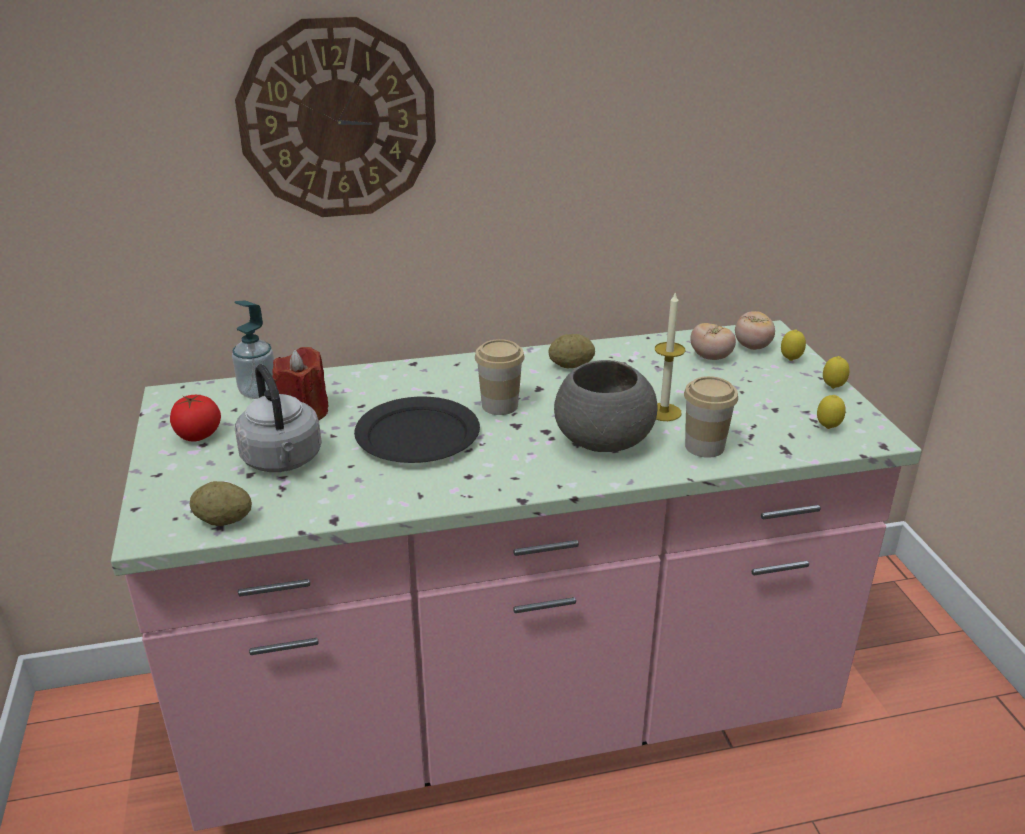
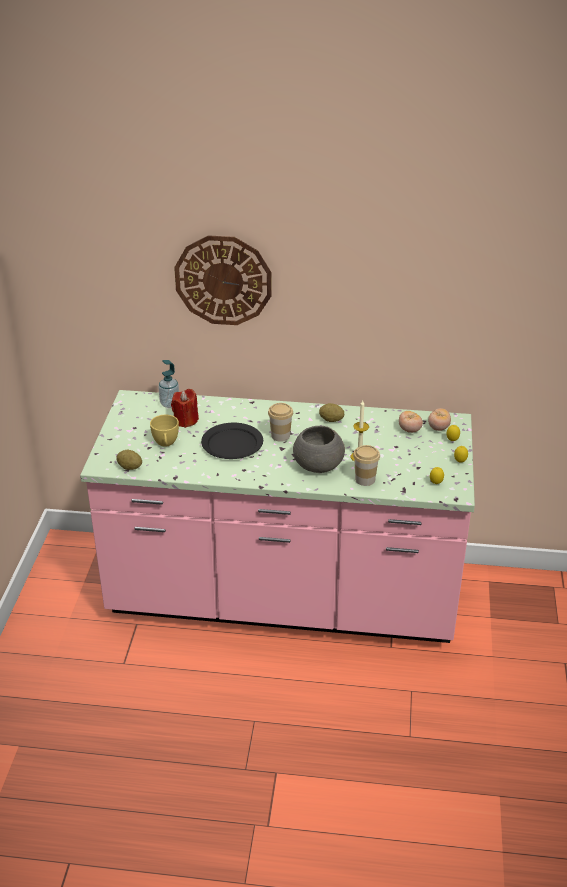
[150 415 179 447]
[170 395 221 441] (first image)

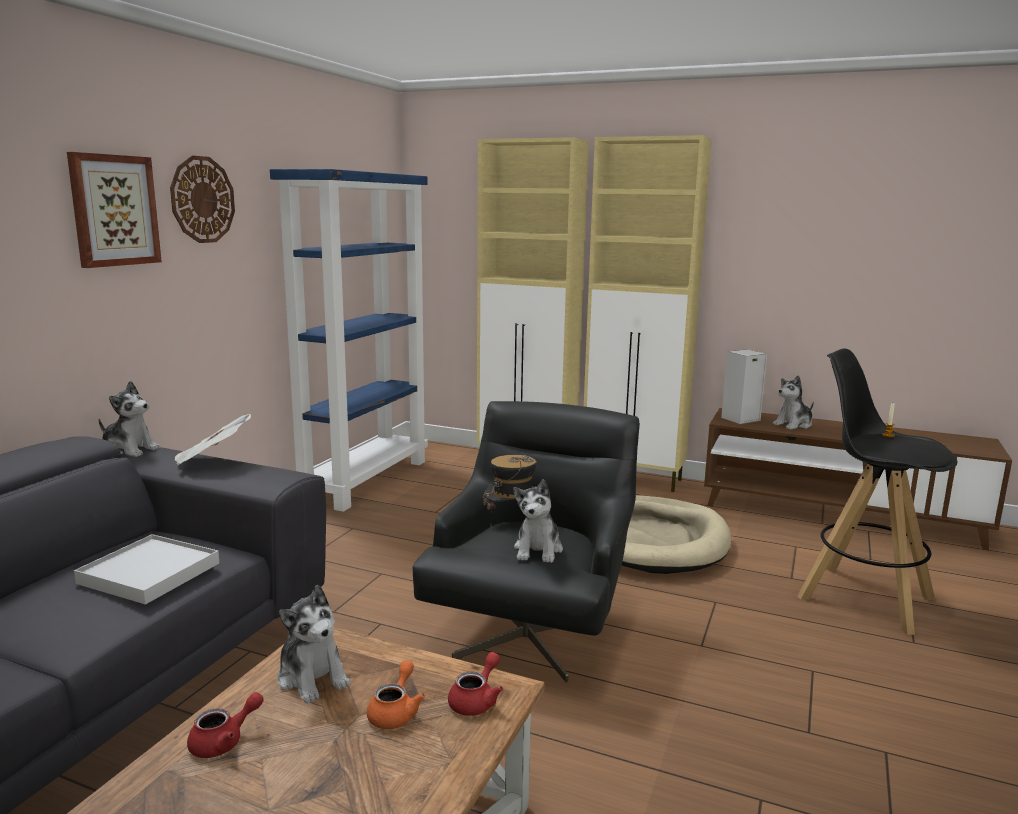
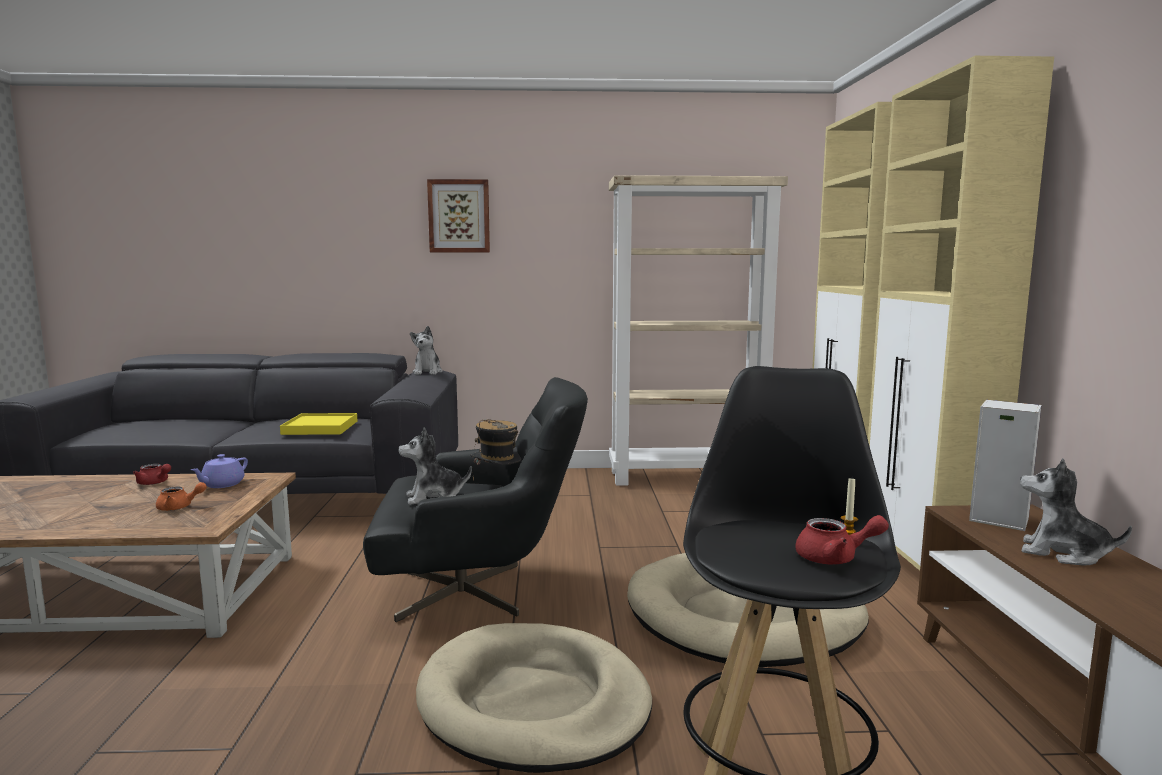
[191 454 248 488]
[280 413 357 435]
[416 623 652 773]
[609 175 788 486]
[795 515 889 565]
[170 156 235 243] (first image)
[175 414 251 465] (first image)

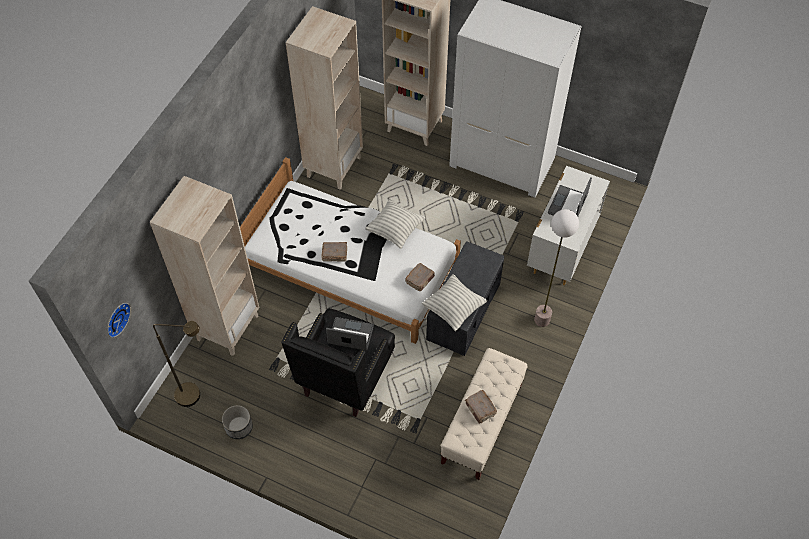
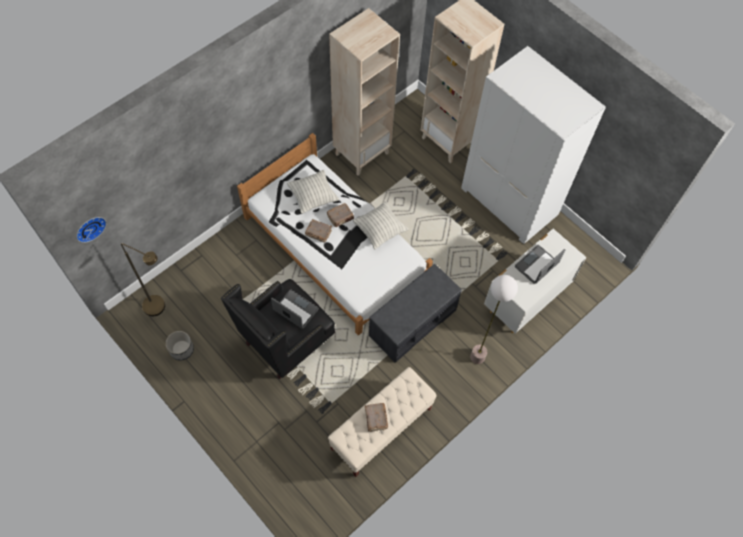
[287 170 339 214]
[327 203 354 227]
[150 176 259 356] (first image)

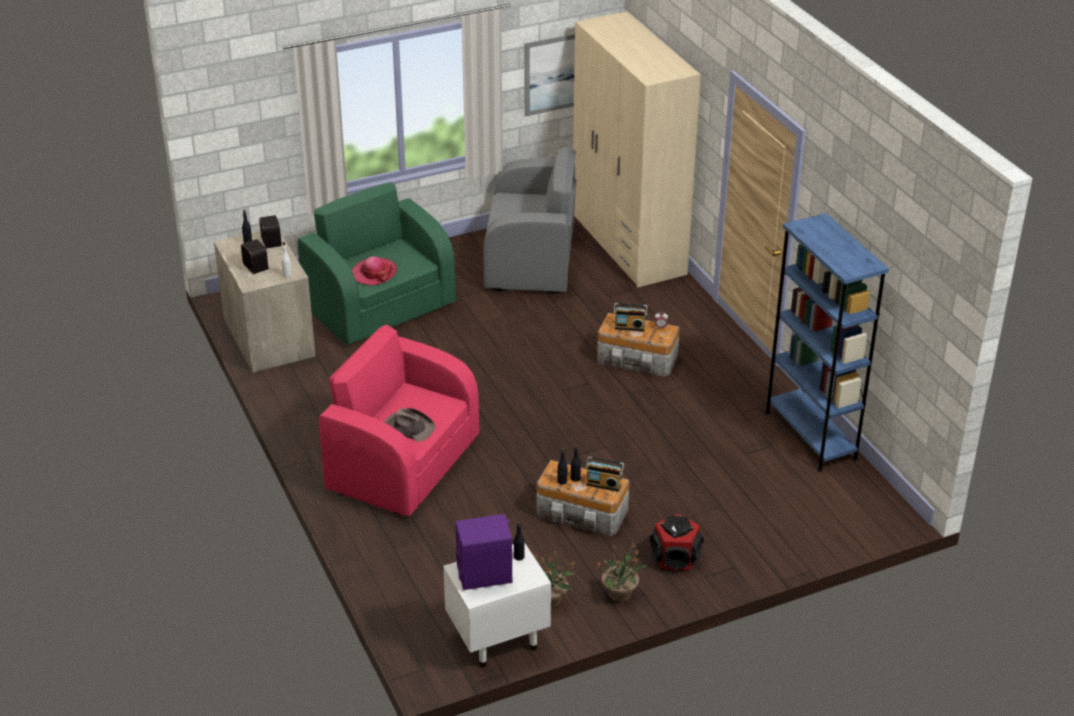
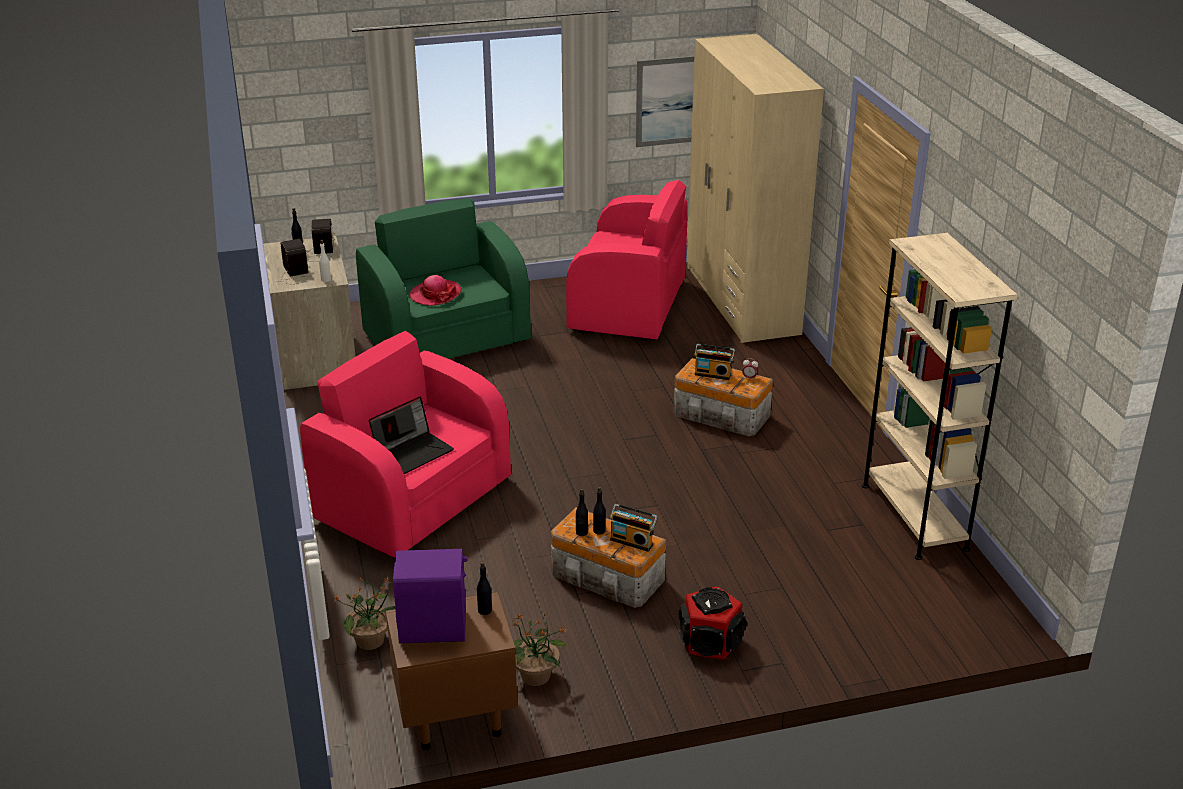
[333 577 396 650]
[369 396 454 474]
[386 592 517 751]
[566 180 688 341]
[862 233 1018 560]

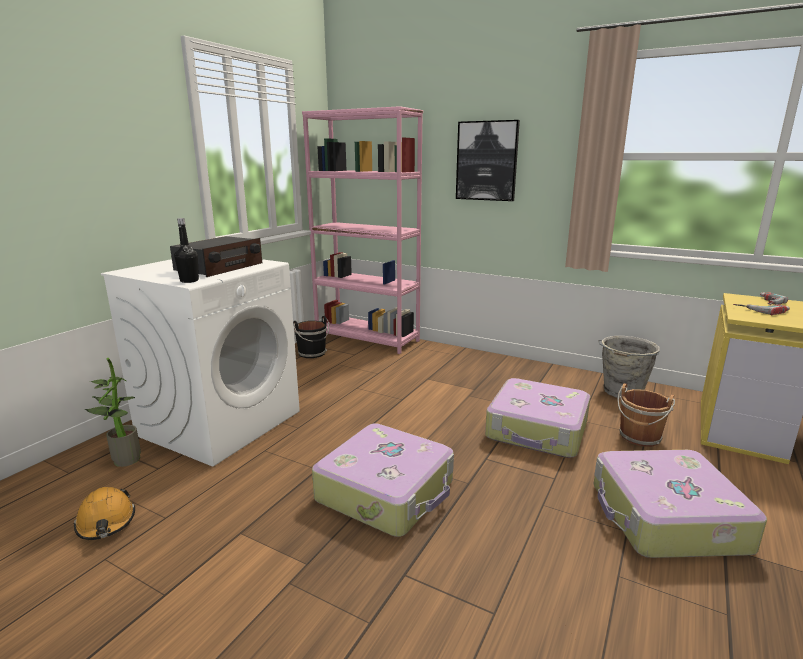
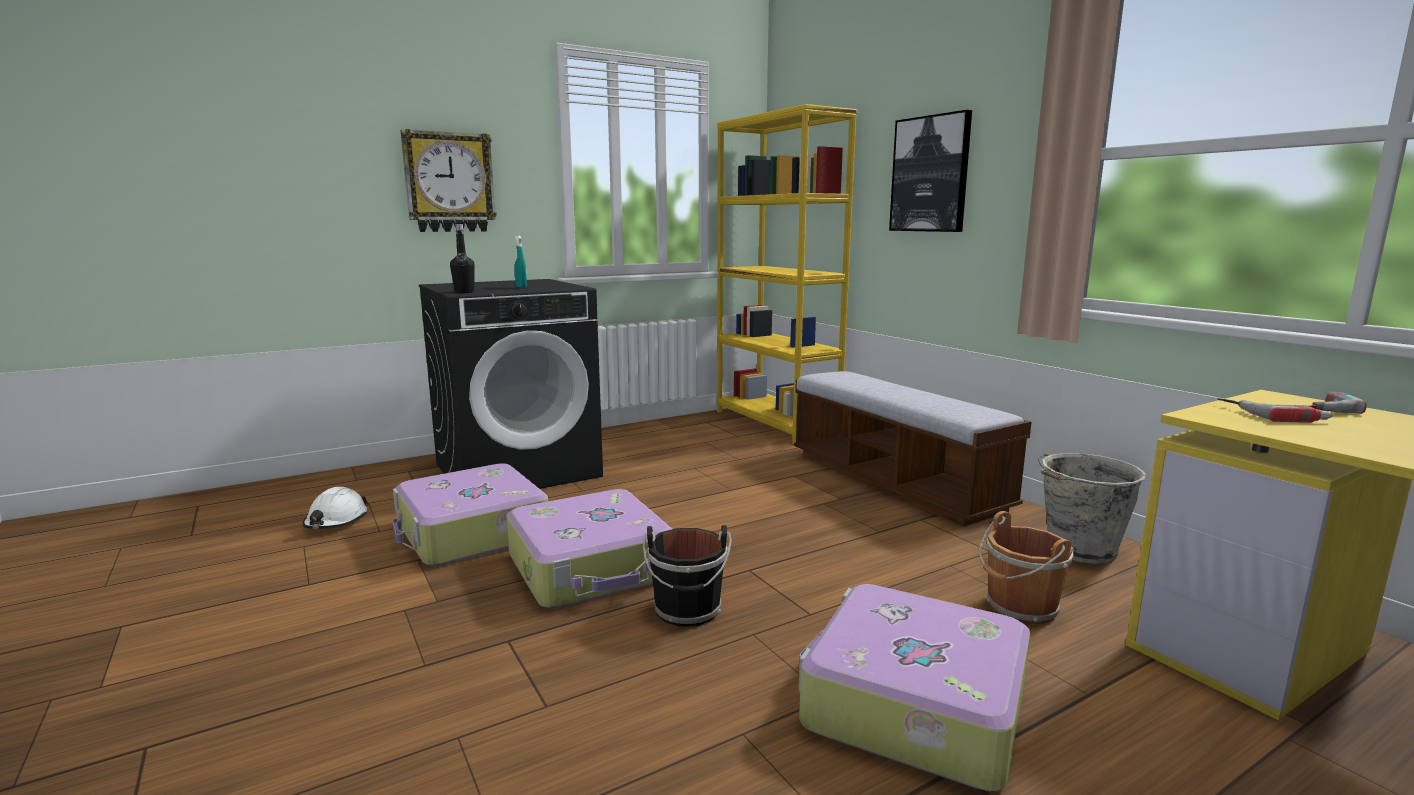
[303 487 369 529]
[393 463 548 566]
[400 129 497 232]
[419 279 603 489]
[515 235 527 288]
[643 525 732 627]
[717 104 857 444]
[794 371 1032 527]
[85 358 141 467] (first image)

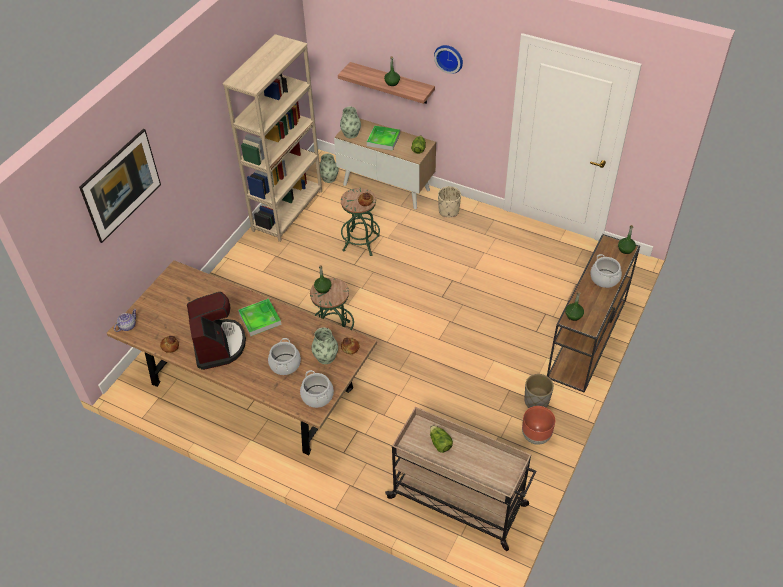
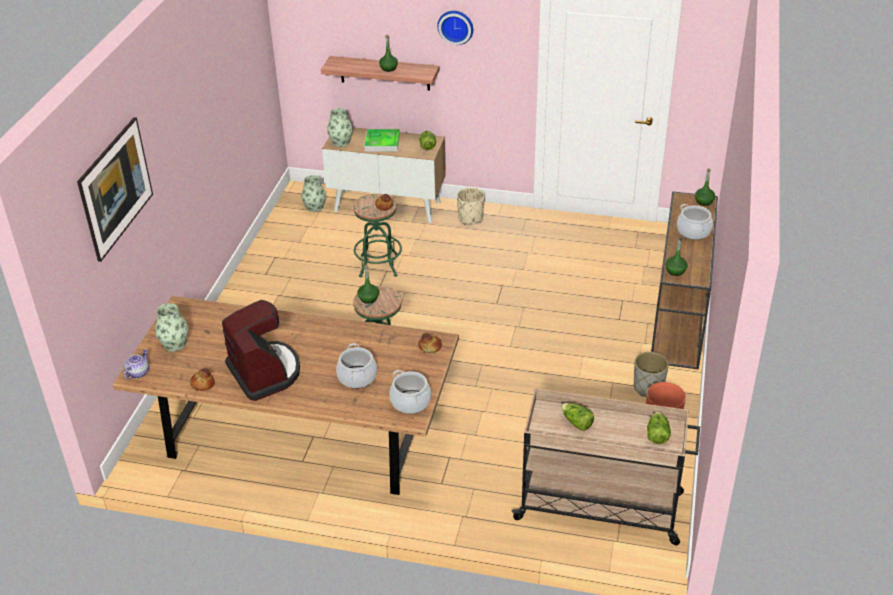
[155 303 189 351]
[647 411 671 444]
[223 34 322 242] (first image)
[238 298 281 336] (first image)

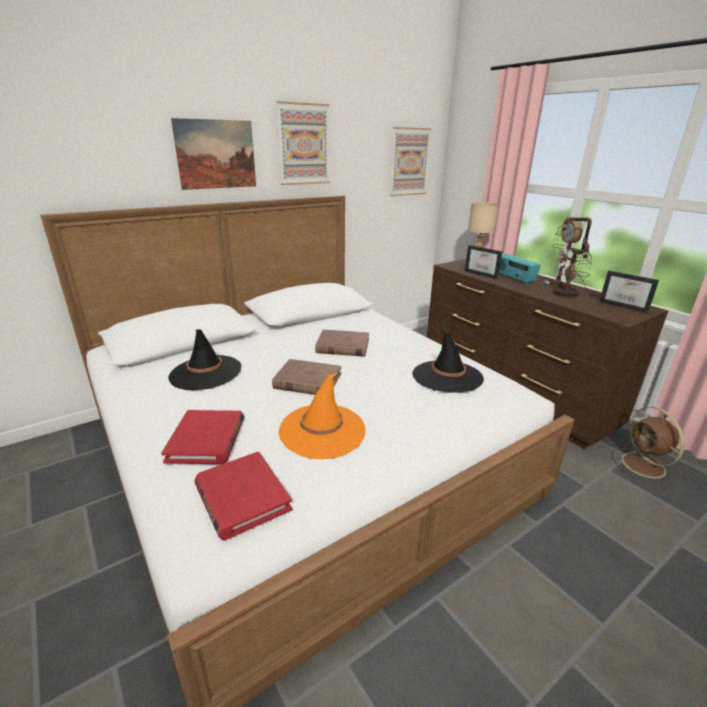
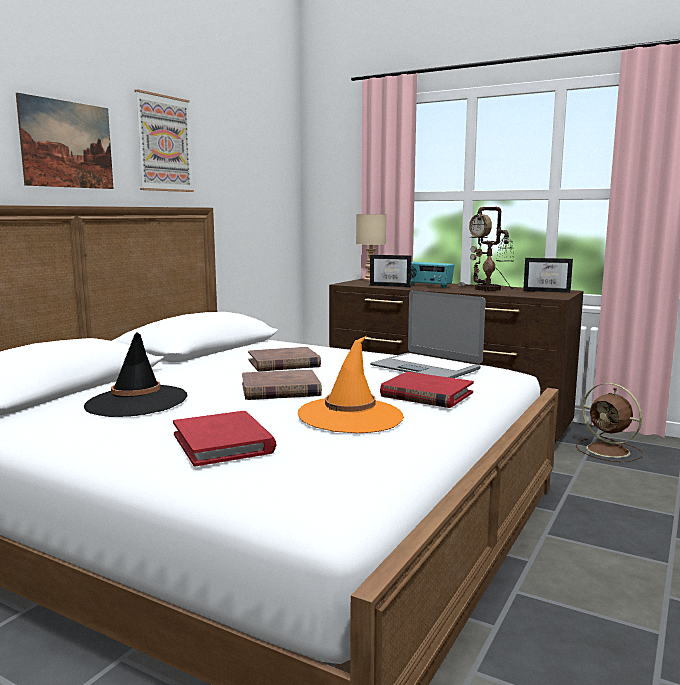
[370 290 486 378]
[380 372 474 408]
[390 127 432 196] (first image)

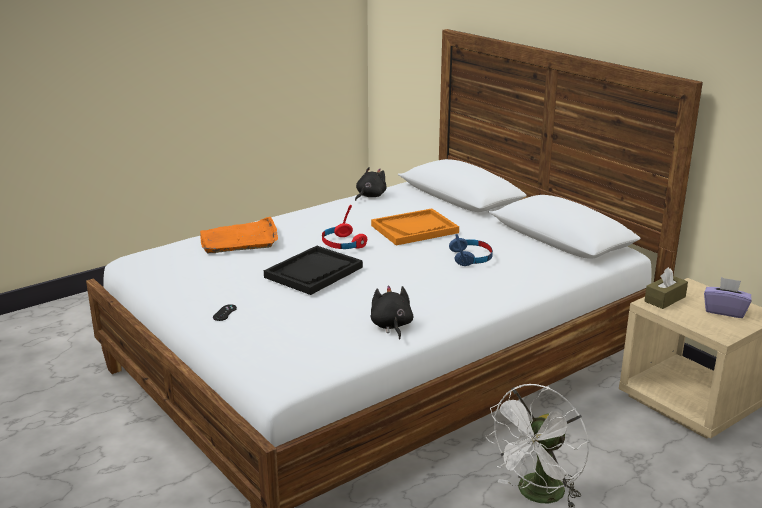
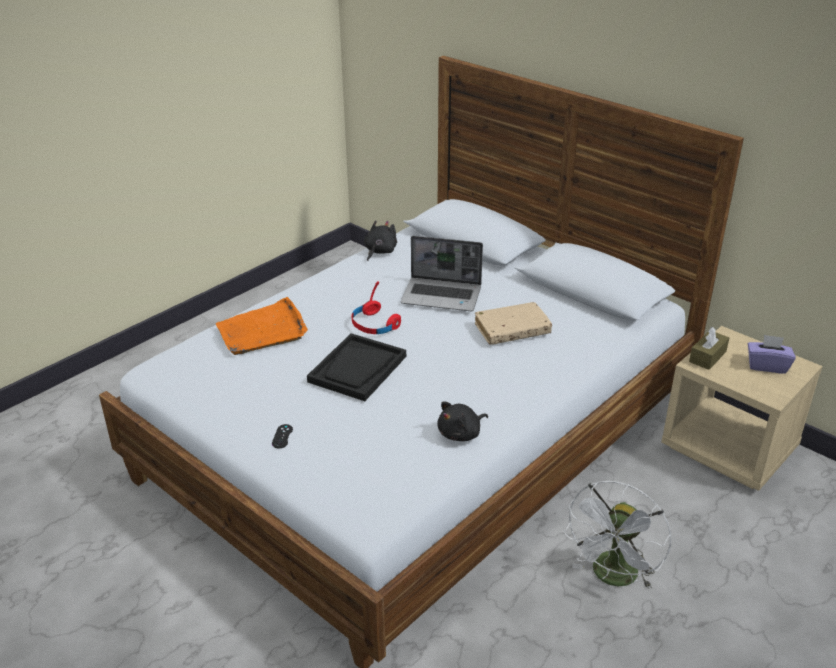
[401 236 483 311]
[437 401 488 441]
[475 302 552 345]

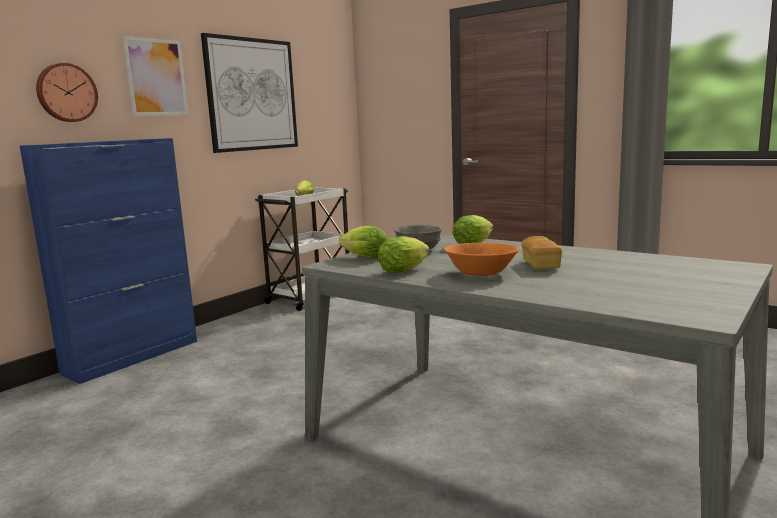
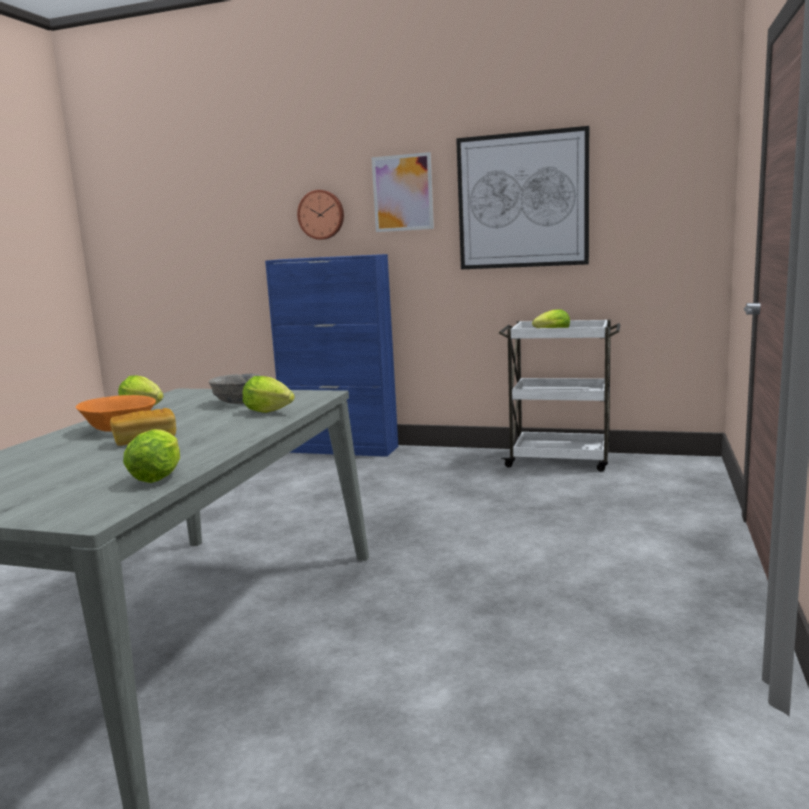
[123 429 180 483]

